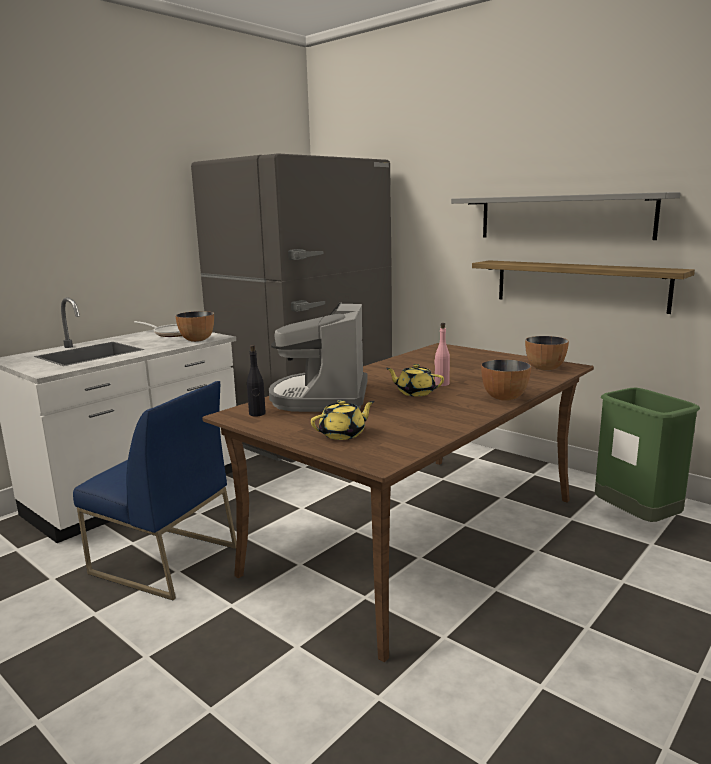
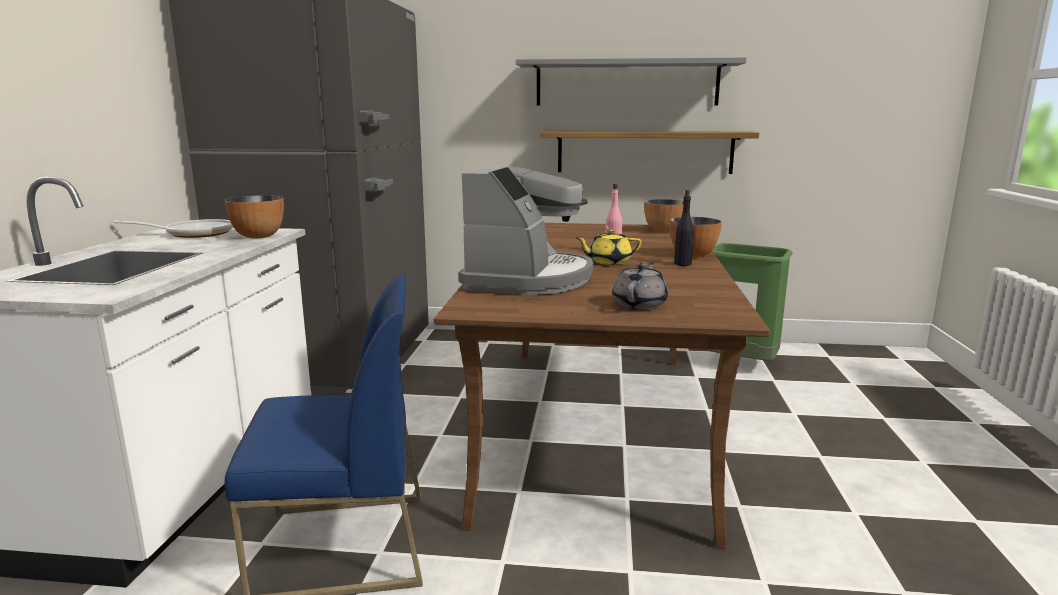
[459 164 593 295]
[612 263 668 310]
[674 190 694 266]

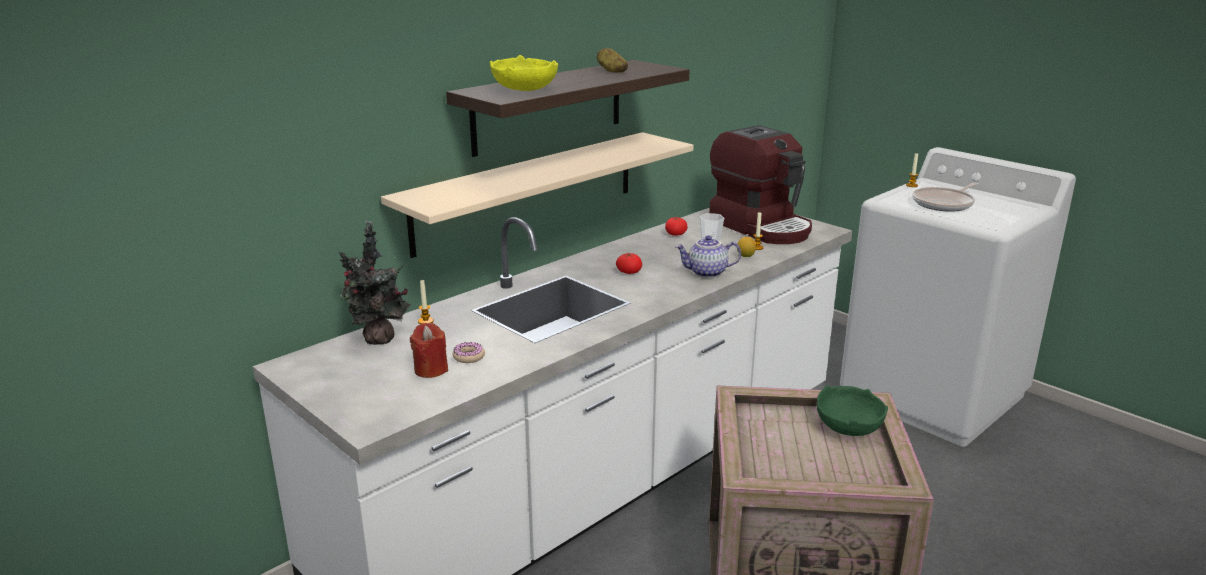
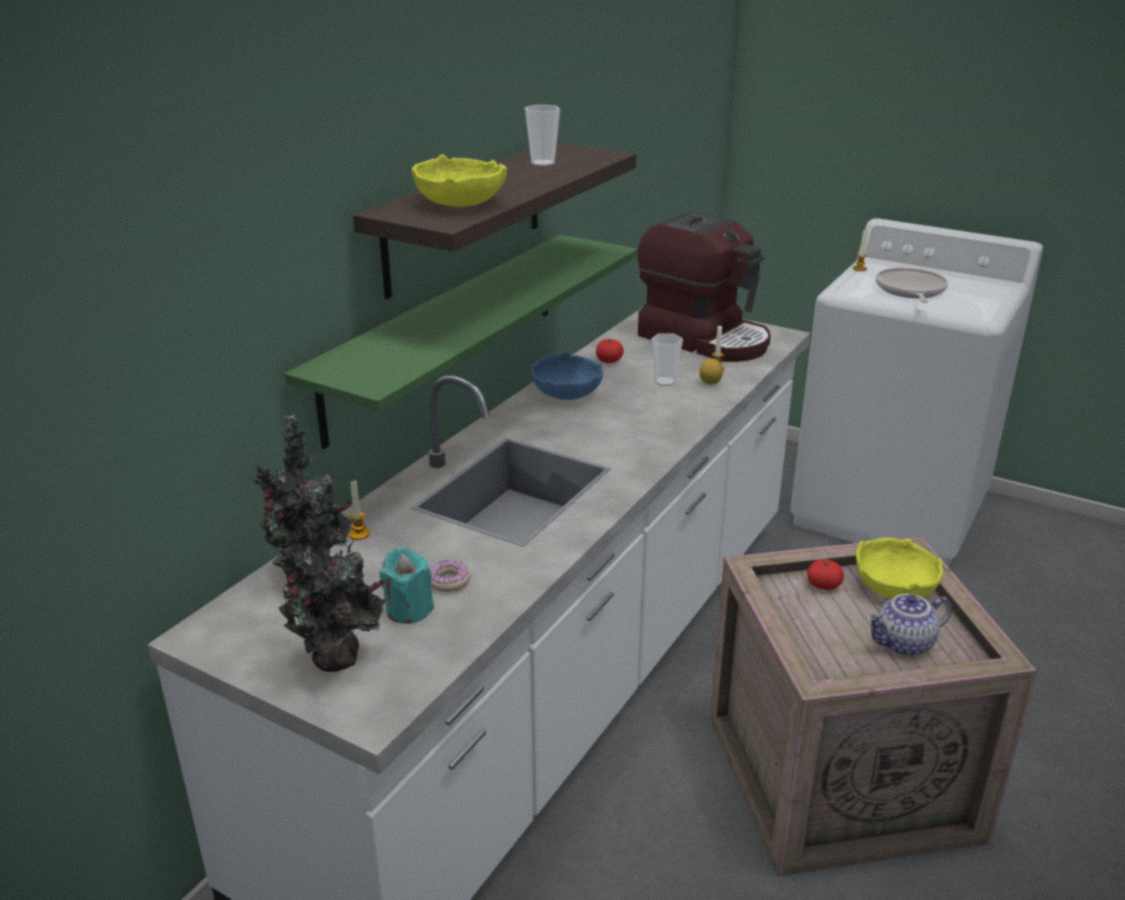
[273 487 388 672]
[284 235 638 449]
[380 547 434 624]
[525 105 560 166]
[531 352 603 400]
[807 559 844 590]
[856 538 943 599]
[866 594 952 656]
[876 267 948 303]

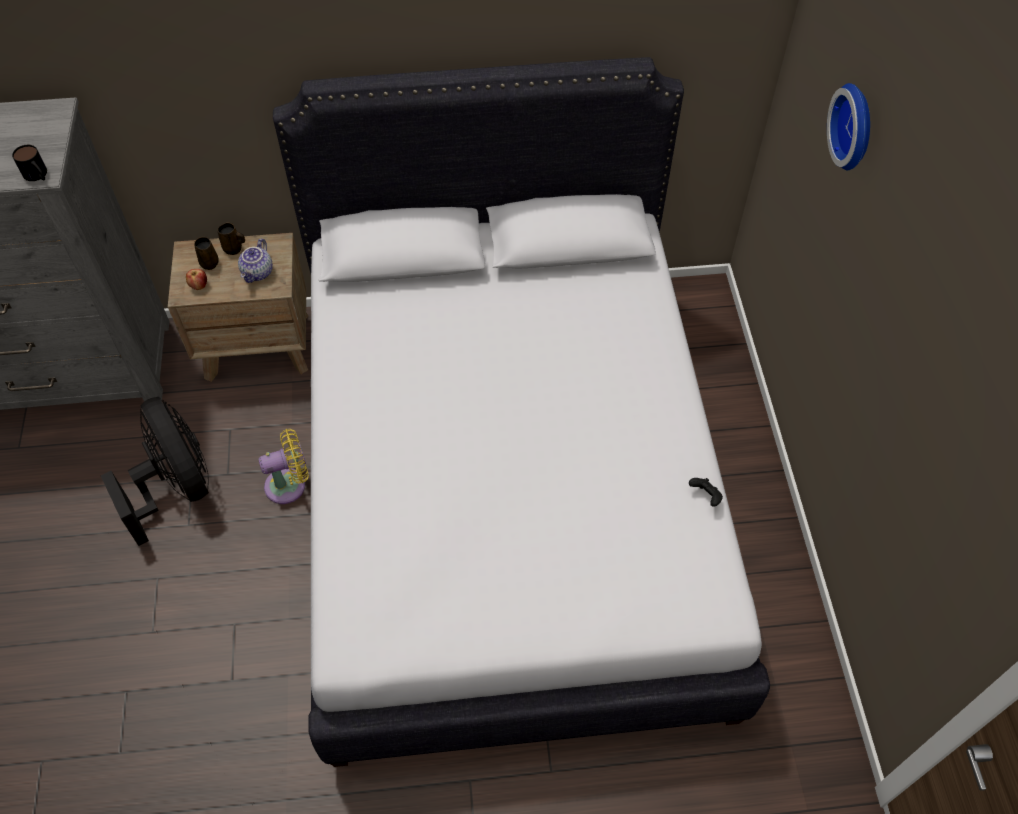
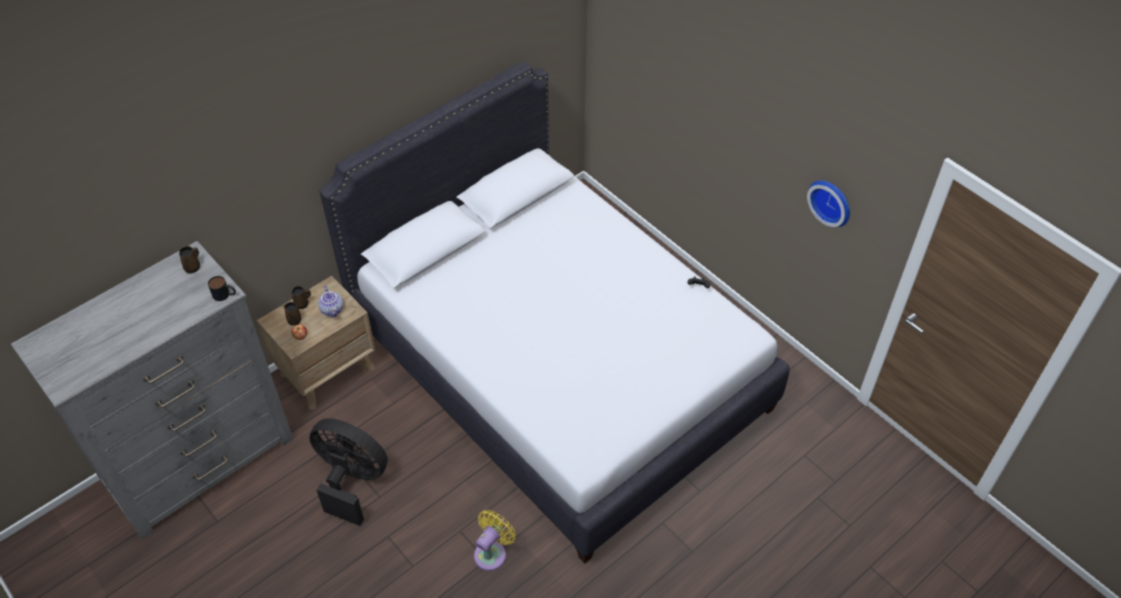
[179 246 200 274]
[474 510 516 571]
[807 181 850 227]

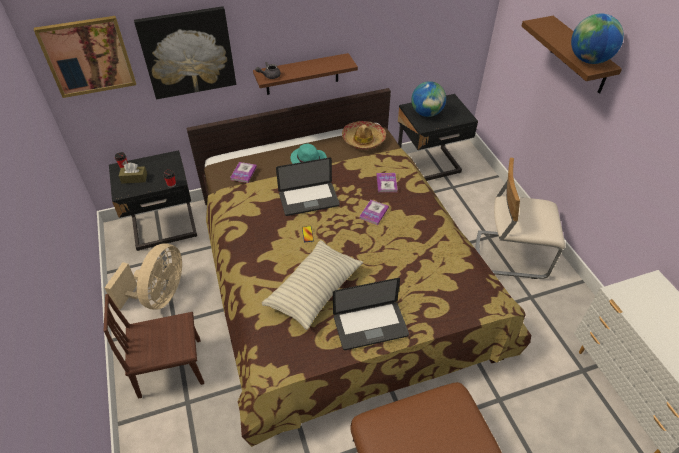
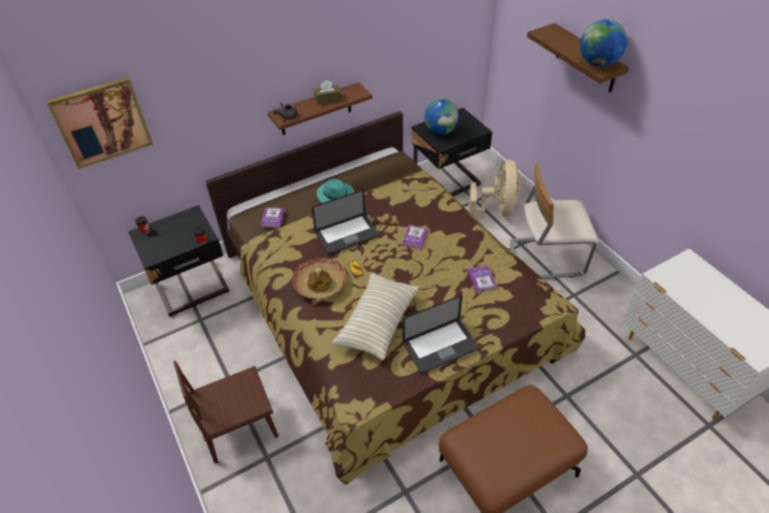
[292 258 347 300]
[314 80 341 104]
[467 265 497 292]
[468 159 520 217]
[134 6 236 99] (first image)

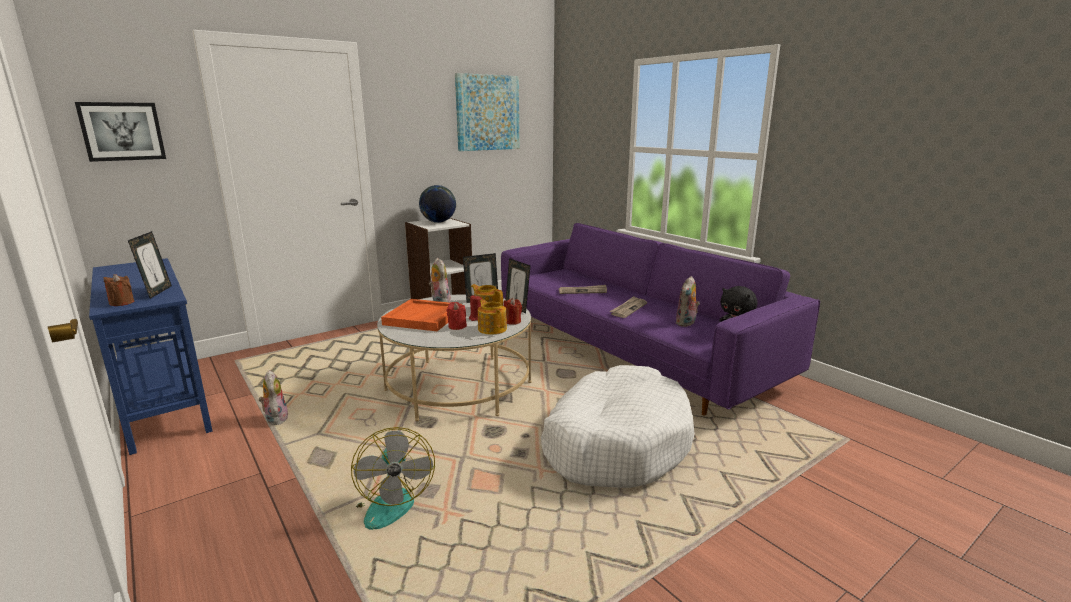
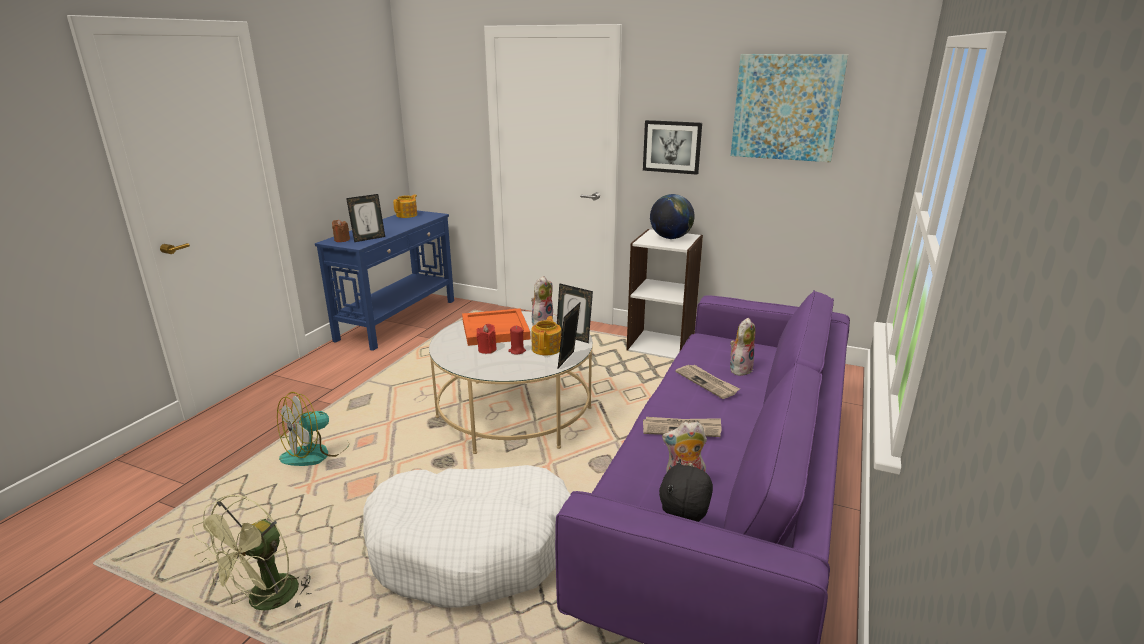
[192 495 311 610]
[393 194 417 218]
[643 120 702 175]
[730 318 756 376]
[503 298 522 325] (first image)

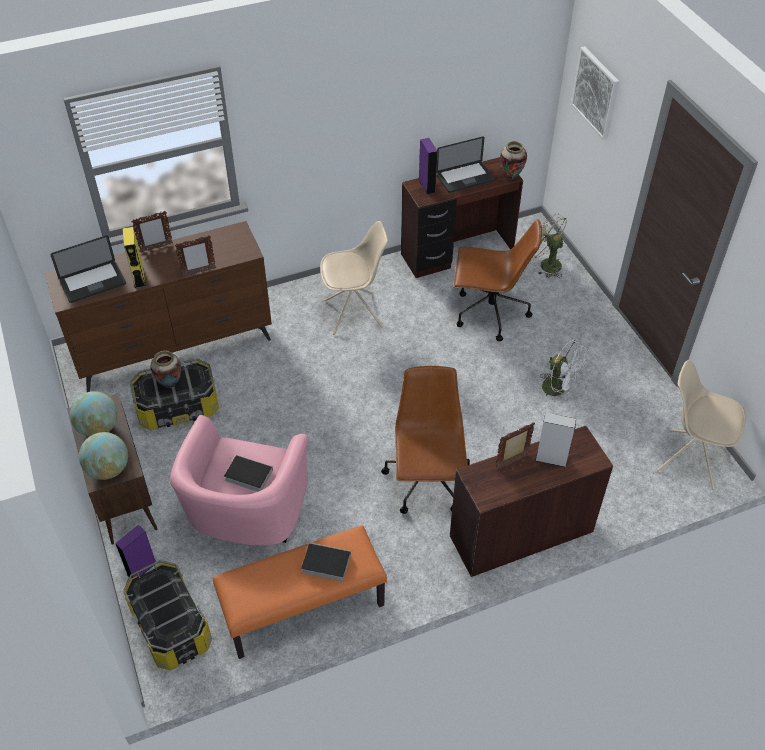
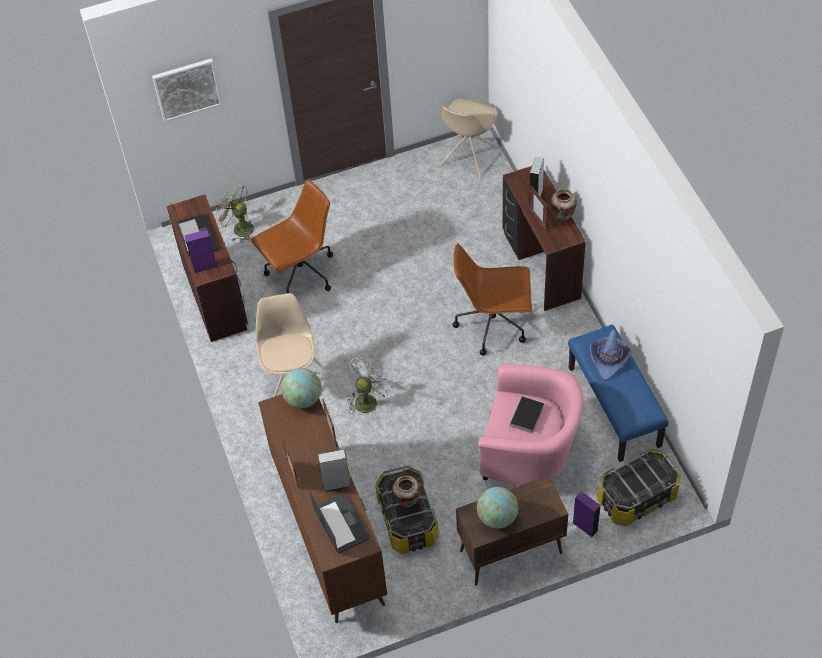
[215 183 254 243]
[251 180 333 293]
[281 368 321 408]
[318 449 351 492]
[347 357 393 413]
[550 189 577 222]
[568 325 669 462]
[590 329 632 381]

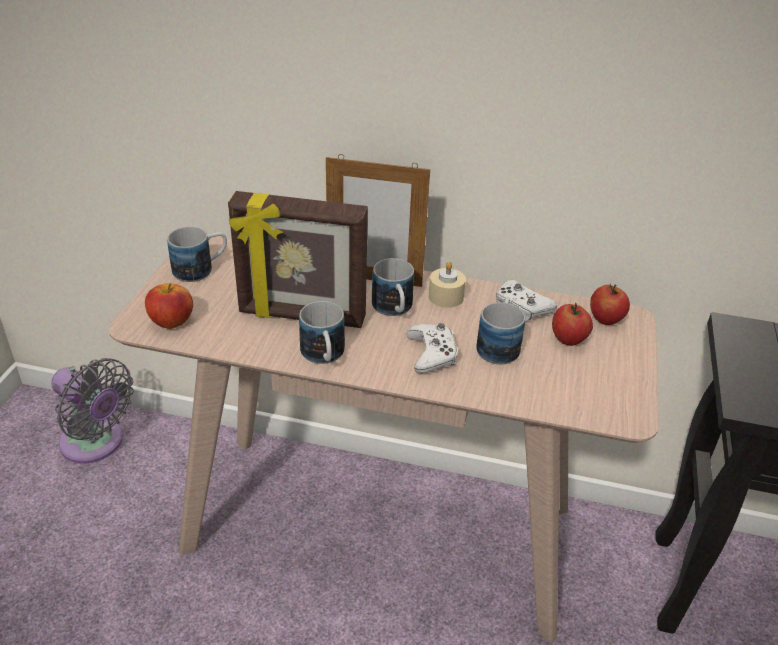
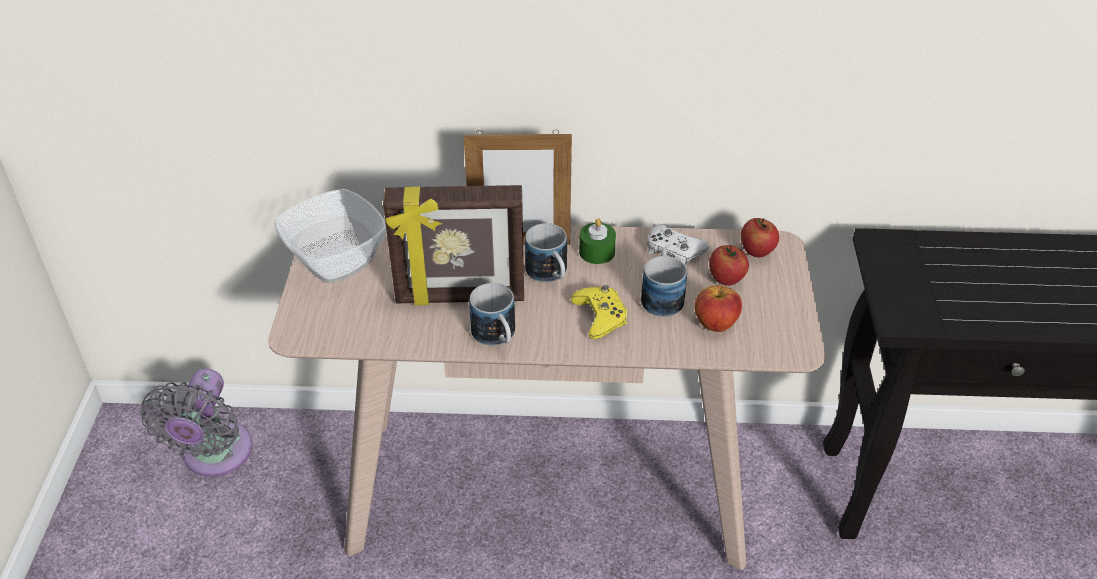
[140 368 253 477]
[275 189 387 283]
[571 285 628 339]
[579 218 616 264]
[695 285 742 332]

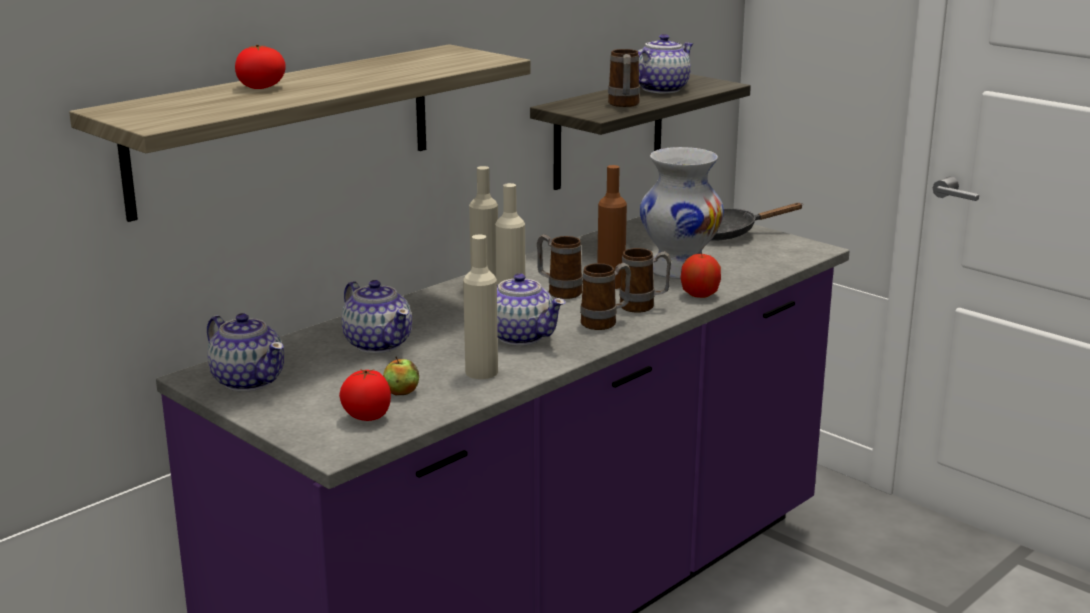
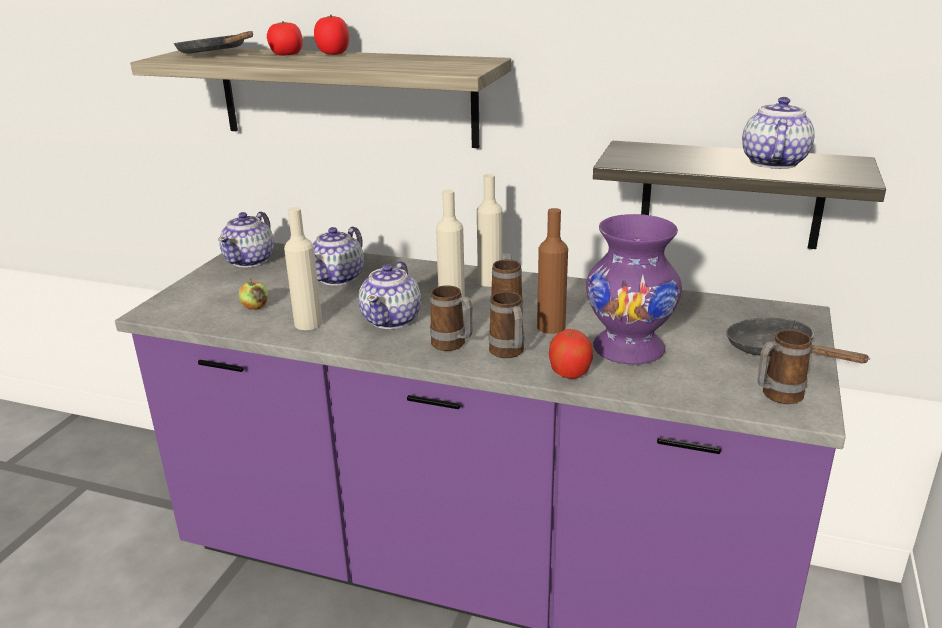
[174 31 253 54]
[314 15 349 55]
[586 214 682 364]
[742 97 815 169]
[757 330 812 404]

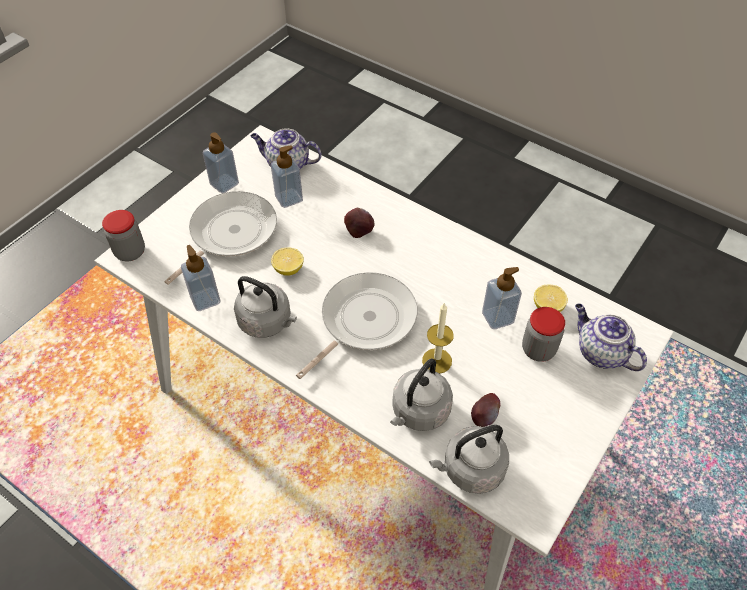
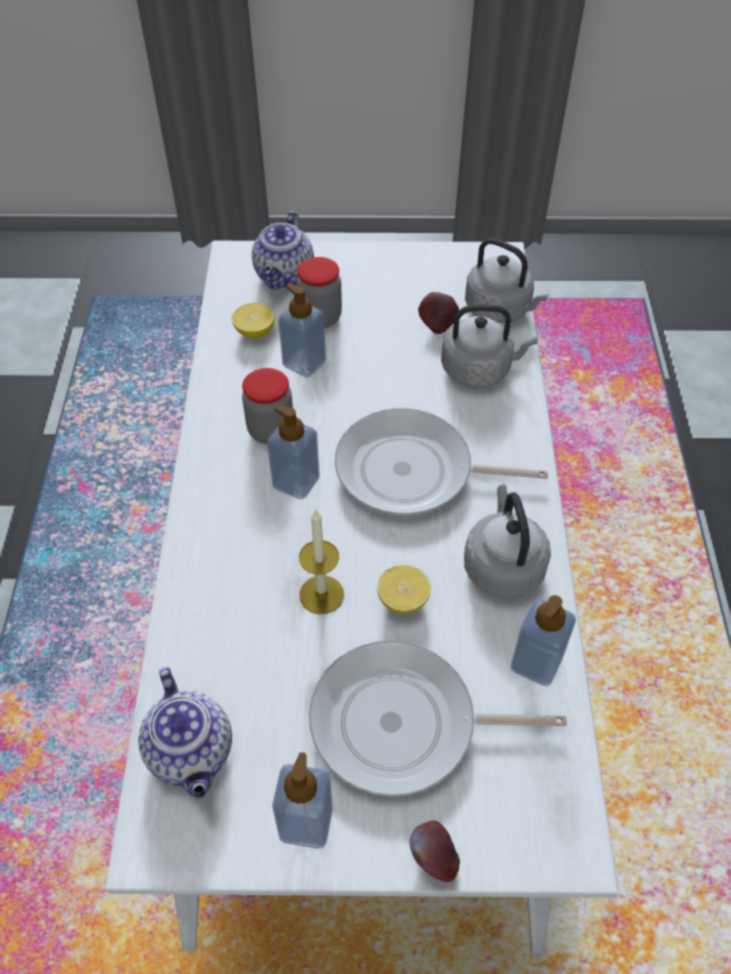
[242 368 293 444]
[267 405 320 499]
[299 508 344 614]
[409 820 460 882]

